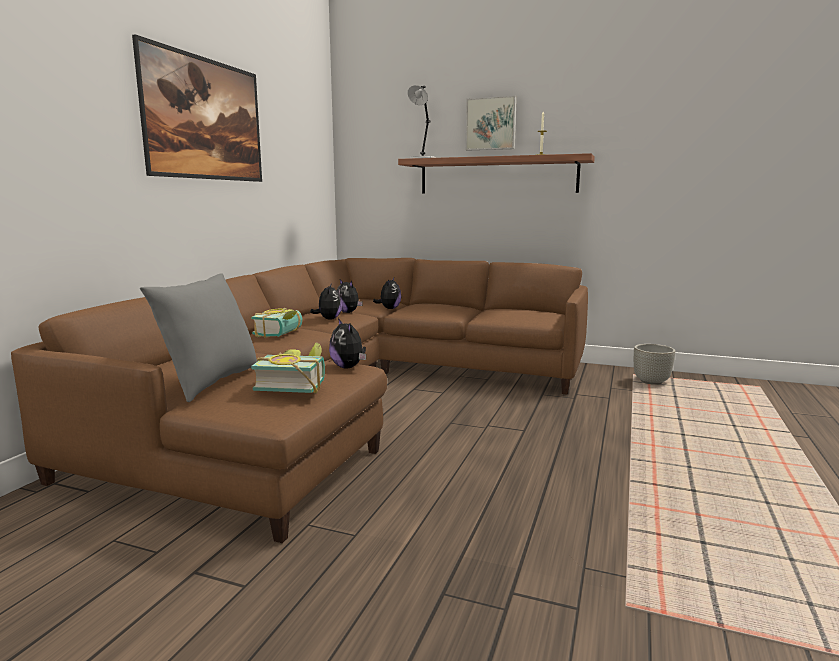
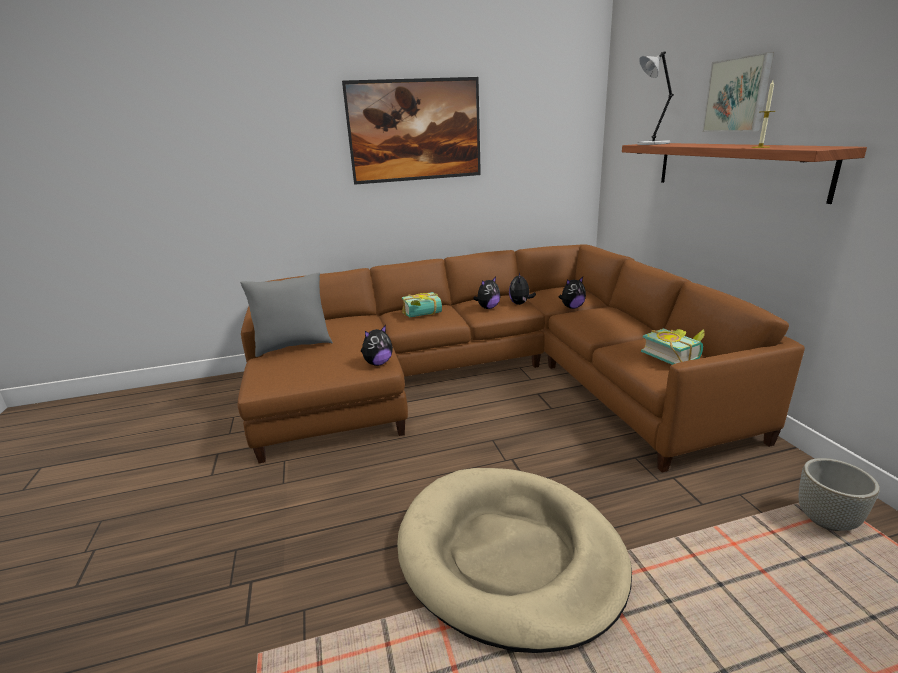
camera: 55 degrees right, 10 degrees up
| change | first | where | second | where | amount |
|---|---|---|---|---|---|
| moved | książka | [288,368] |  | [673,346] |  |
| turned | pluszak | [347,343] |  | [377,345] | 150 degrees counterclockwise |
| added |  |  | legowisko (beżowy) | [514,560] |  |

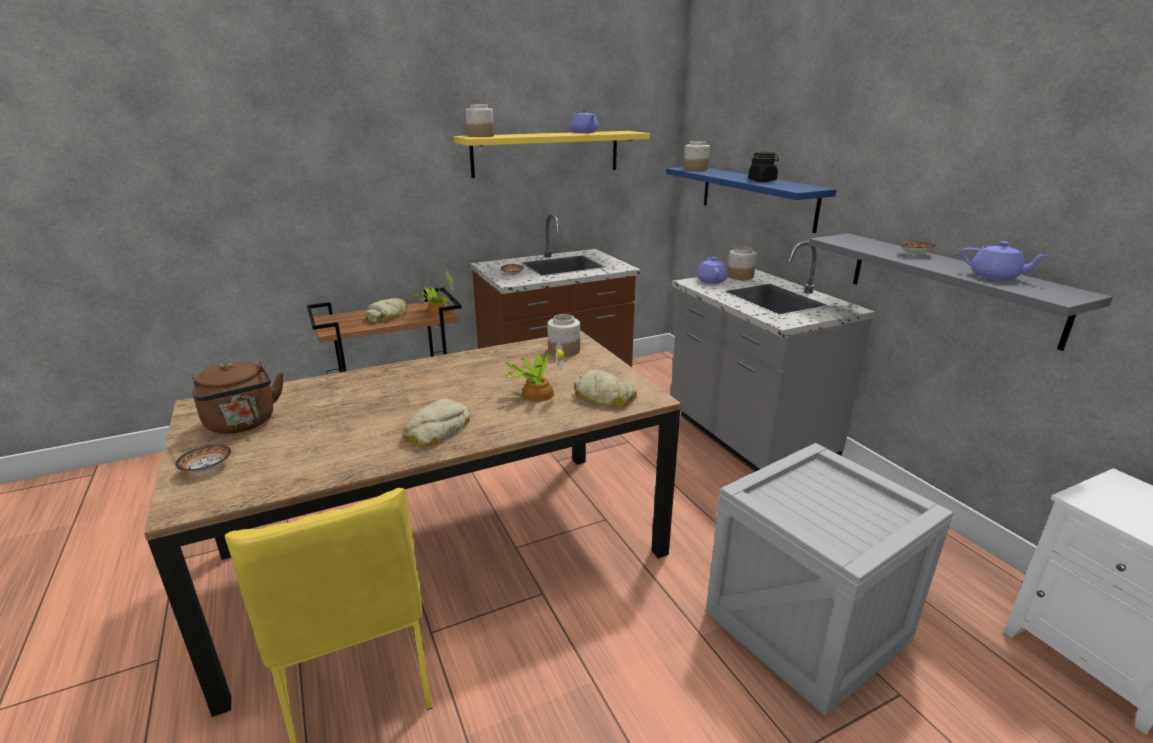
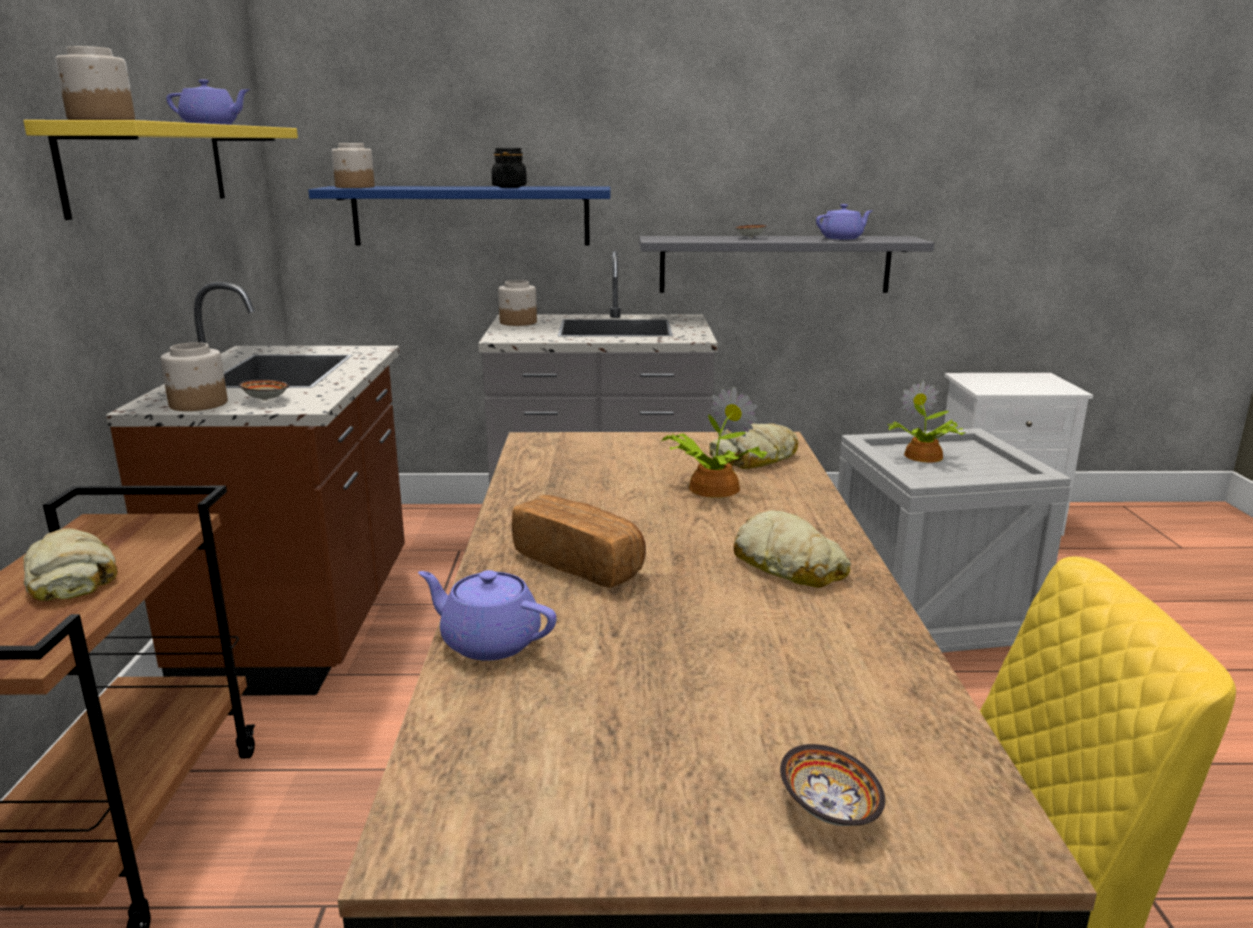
camera: 65 degrees left, 5 degrees down
| change | first | where | second | where | amount |
|---|---|---|---|---|---|
| removed | czajnik (brązowy) | [237,397] |  |  |  |
| moved | roślina doniczkowa | [433,293] |  | [926,421] |  |
| moved | słoik | [563,335] |  | [194,376] |  |
| moved | imbryk (fioletowy) | [712,270] |  | [487,615] |  |
| added |  |  | chleb | [579,541] |  |

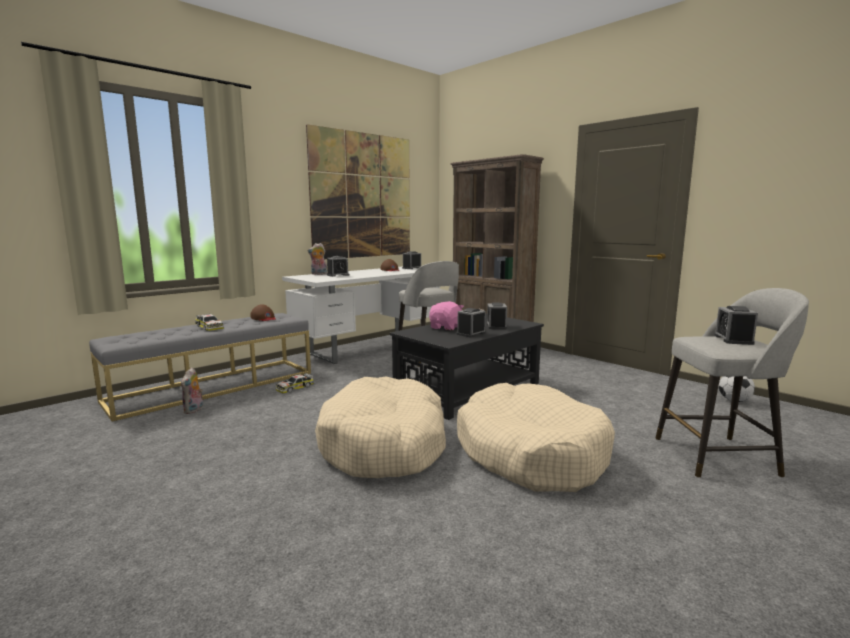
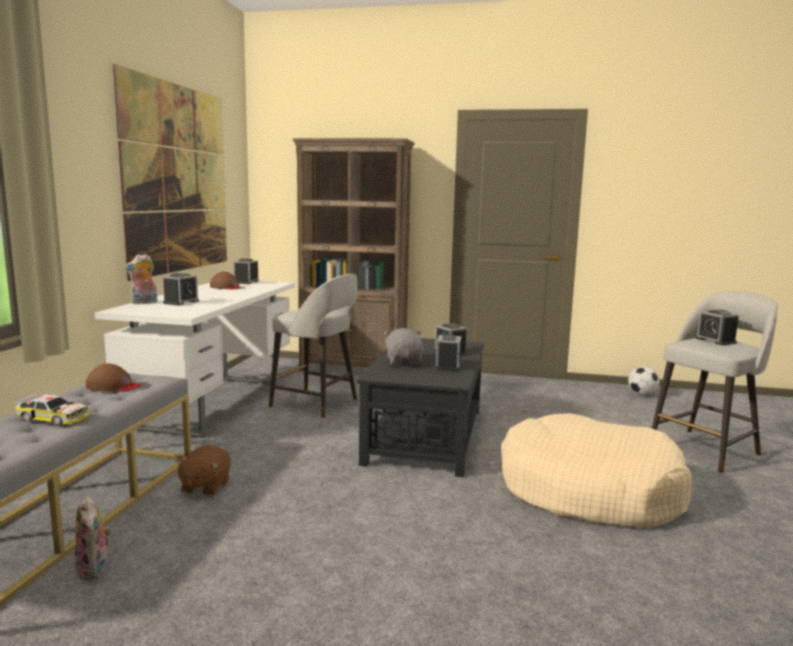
camera: 35 degrees left, 0 degrees up
| change | first | where | second | where | amount |
|---|---|---|---|---|---|
| replaced | samochodzik | [294,383] | pluszak (brązowy) | [203,470] |  |
| removed | legowisko (beżowy) | [380,427] |  |  |  |
| recoloured | pluszak (różowy) | [446,315] | pluszak (szary) | [404,347] |  |

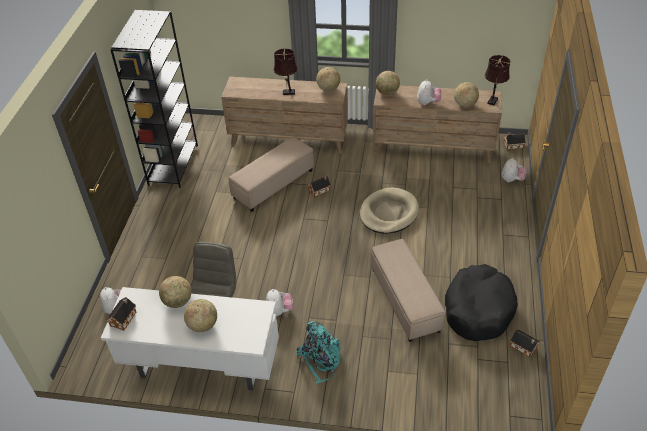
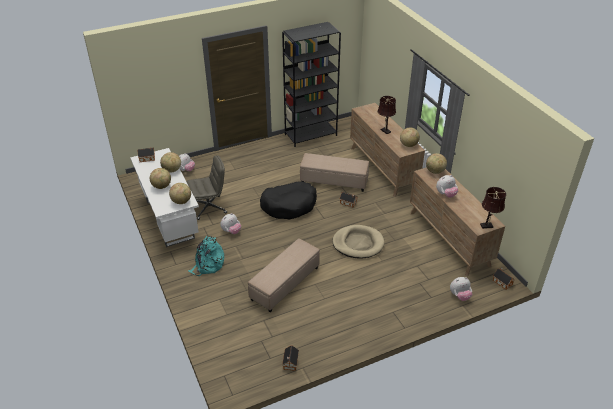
camera: 55 degrees right, 5 degrees down
| change | first | where | second | where | amount |
|---|---|---|---|---|---|
| moved | legowisko (czarny) | [481,302] |  | [288,200] |  |
| moved | globus | [466,94] |  | [180,193] |  |

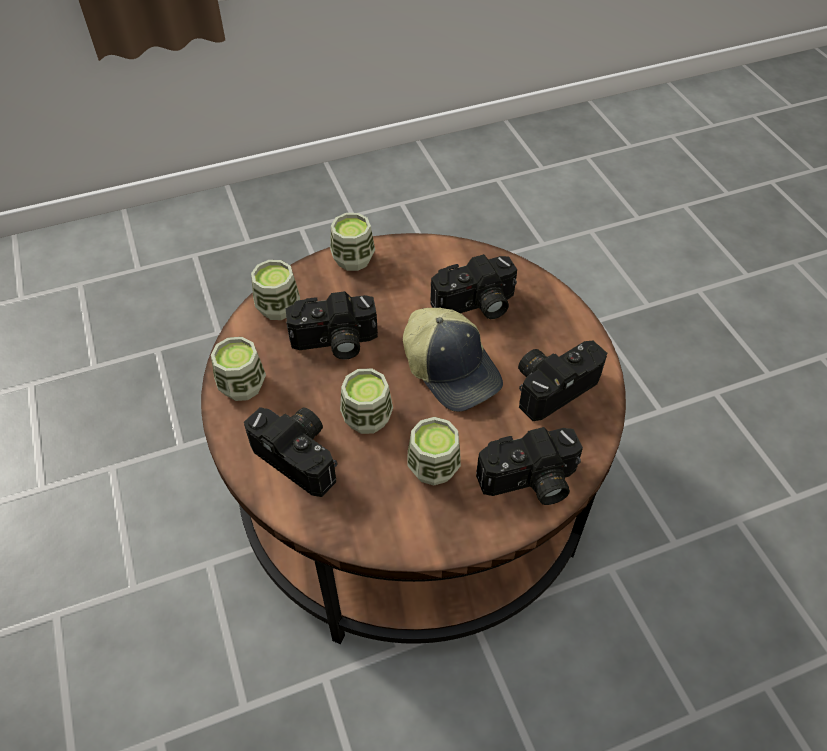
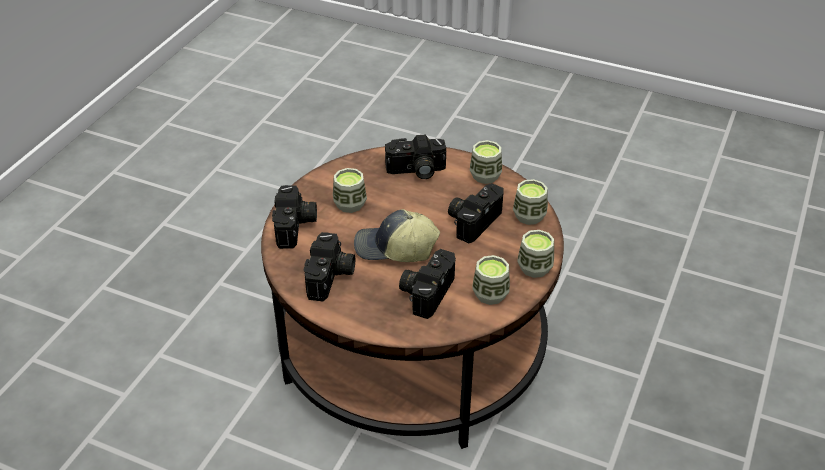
camera: 135 degrees right, 10 degrees down
| change | first | where | second | where | amount |
|---|---|---|---|---|---|
| moved | filiżanka | [366,401] |  | [491,280] |  |
| turned | aparat fotograficzny | [529,466] |  | [294,217] | 150 degrees clockwise |

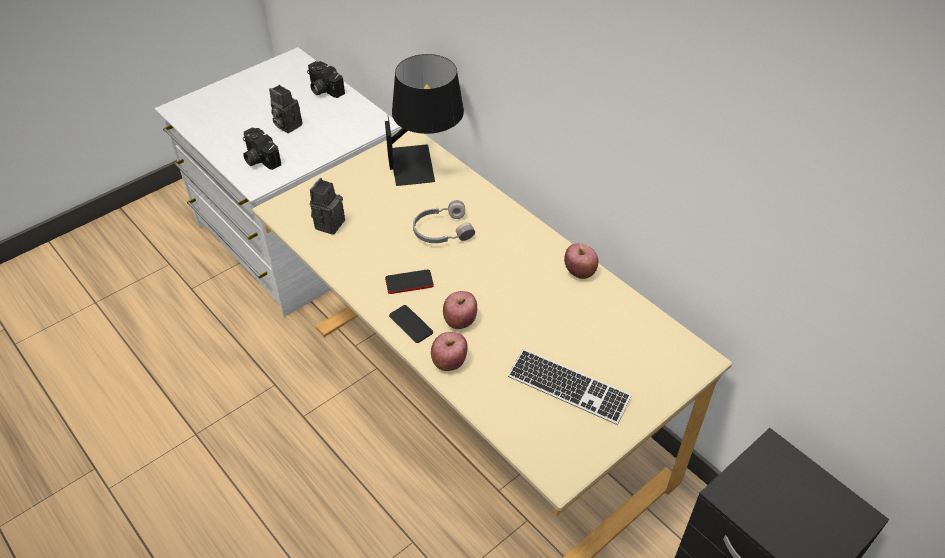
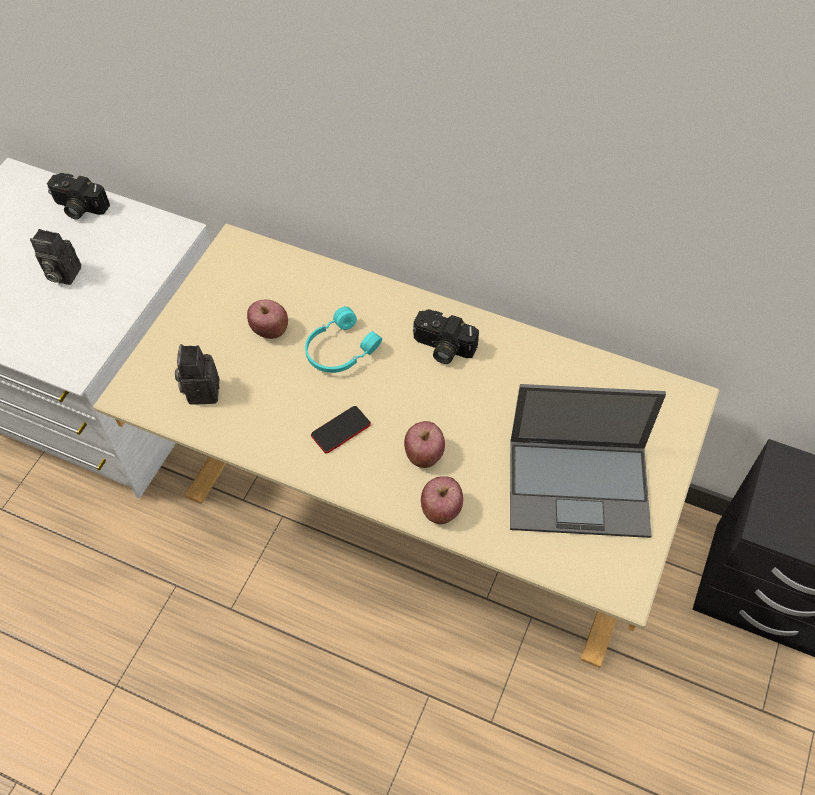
camera: 25 degrees left, 10 degrees up
| change | first | where | second | where | amount |
|---|---|---|---|---|---|
| moved | aparat fotograficzny | [262,149] |  | [446,336] |  |
| removed | lampa stołowa (czarny) | [424,120] |  |  |  |
| removed | telefon | [411,324] |  |  |  |
| recoloured | słuchawki (szary) | [444,221] | słuchawki (turkusowy) | [343,340] |  |
| replaced | klawiatura | [570,387] | laptop | [588,461] |  |
| moved | jabłko | [581,261] |  | [267,319] |  |

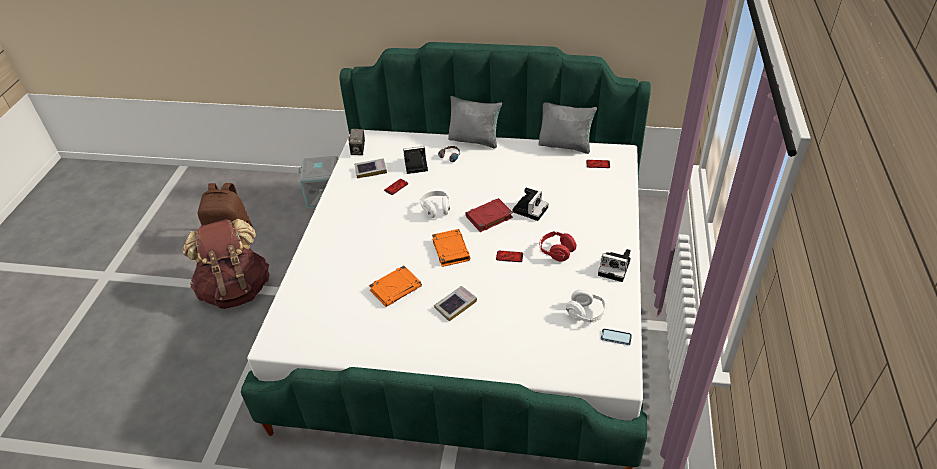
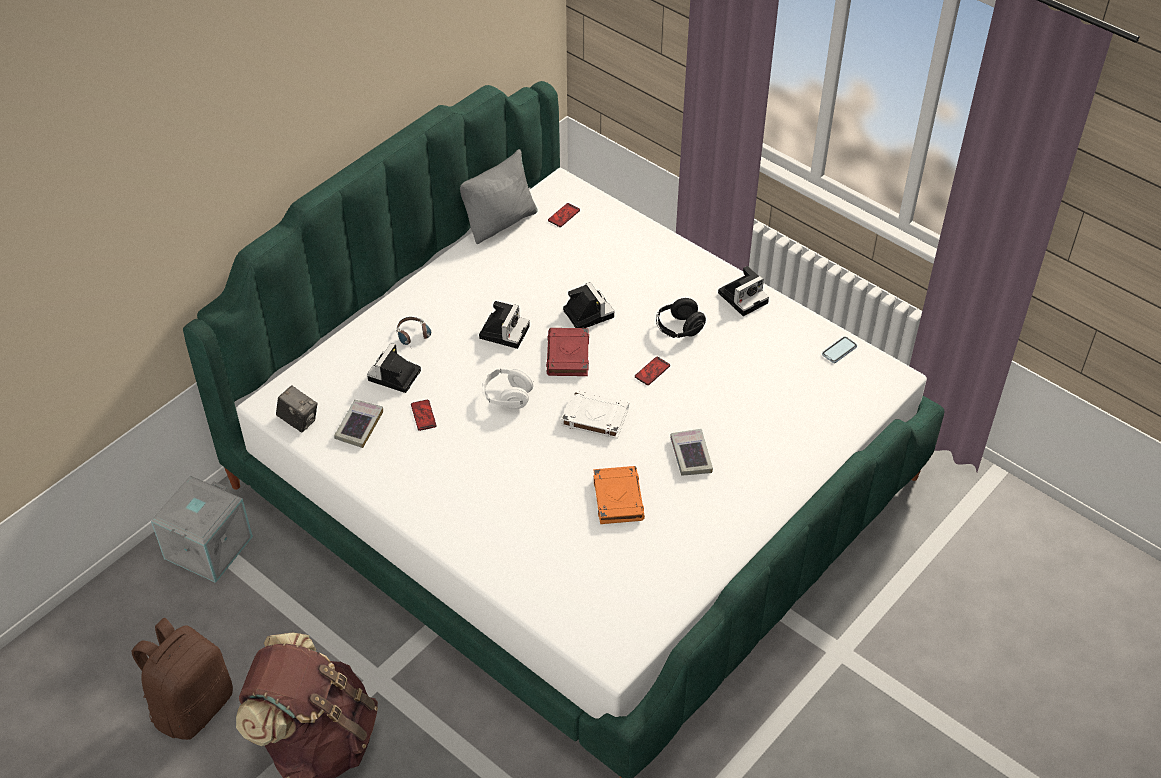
camera: 60 degrees left, 5 degrees up
| change | first | where | second | where | amount |
|---|---|---|---|---|---|
| recoloured | książka (pomarańczowy) | [451,248] | książka (biały) | [595,414] |  |
| removed | poduszka (szary) | [475,122] |  |  |  |
| recoloured | słuchawki (czerwony) | [558,246] | słuchawki (czarny) | [681,318] |  |
| removed | słuchawki (biały) | [586,306] |  |  |  |
| added |  |  | aparat fotograficzny | [504,325] |  |

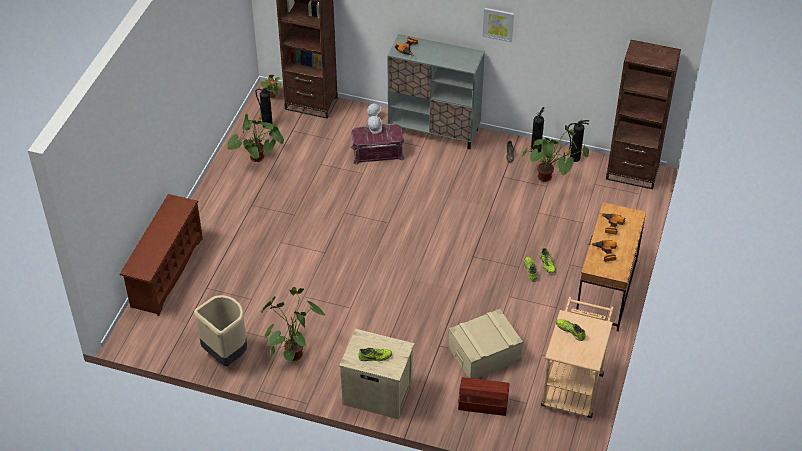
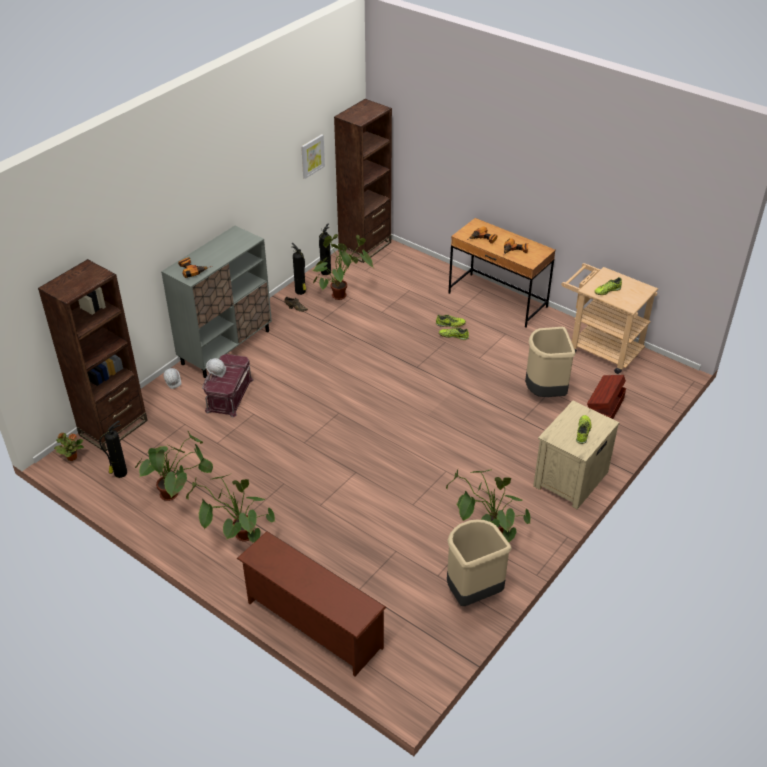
camera: 70 degrees left, 5 degrees down
| change | first | where | second | where | amount |
|---|---|---|---|---|---|
| replaced | pojemnik do przechowywania (beżowy) | [485,344] | kosz na śmieci (beżowy) | [550,362] |  |
| moved | obraz | [498,25] |  | [313,156] |  |
| added |  |  | roślina doniczkowa | [230,508] |  |

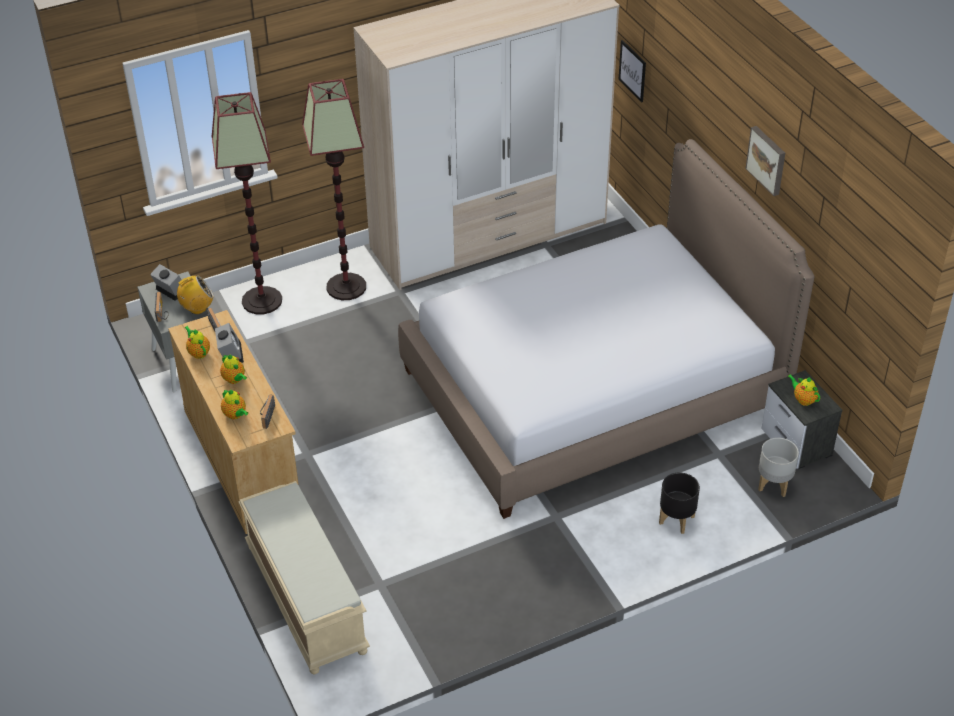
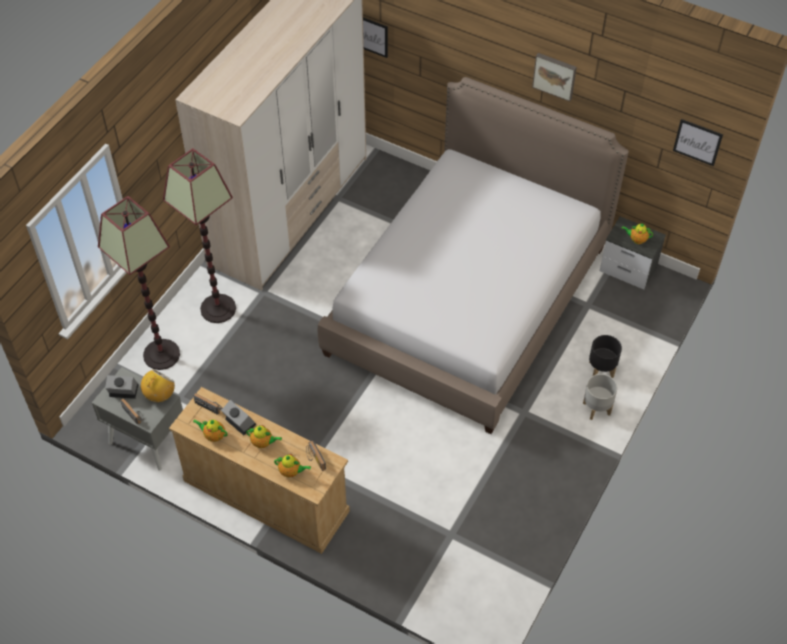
camera: 35 degrees left, 10 degrees up
| change | first | where | second | where | amount |
|---|---|---|---|---|---|
| removed | ławka (beżowy) | [304,577] |  |  |  |
| moved | donica (szary) | [778,467] |  | [600,397] |  |
| added |  |  | obraz | [698,142] |  |

